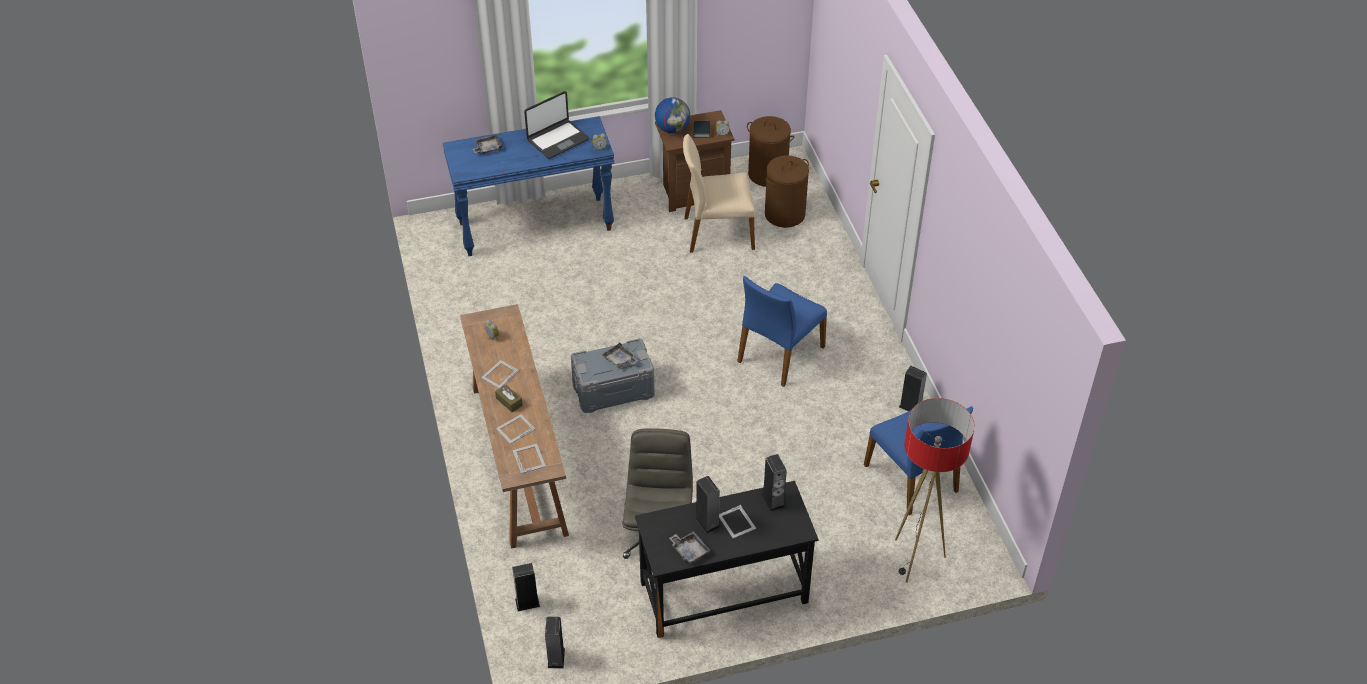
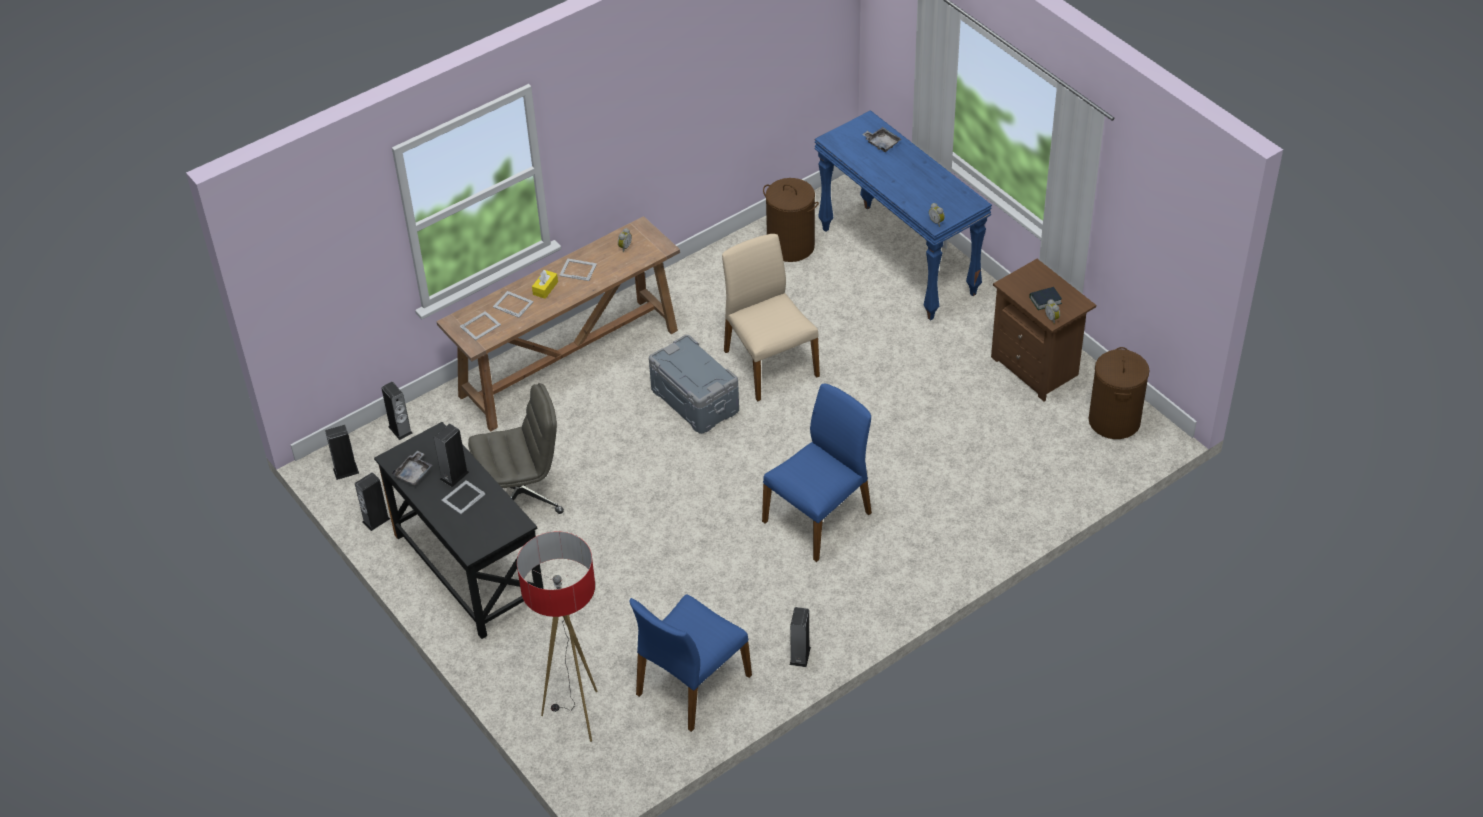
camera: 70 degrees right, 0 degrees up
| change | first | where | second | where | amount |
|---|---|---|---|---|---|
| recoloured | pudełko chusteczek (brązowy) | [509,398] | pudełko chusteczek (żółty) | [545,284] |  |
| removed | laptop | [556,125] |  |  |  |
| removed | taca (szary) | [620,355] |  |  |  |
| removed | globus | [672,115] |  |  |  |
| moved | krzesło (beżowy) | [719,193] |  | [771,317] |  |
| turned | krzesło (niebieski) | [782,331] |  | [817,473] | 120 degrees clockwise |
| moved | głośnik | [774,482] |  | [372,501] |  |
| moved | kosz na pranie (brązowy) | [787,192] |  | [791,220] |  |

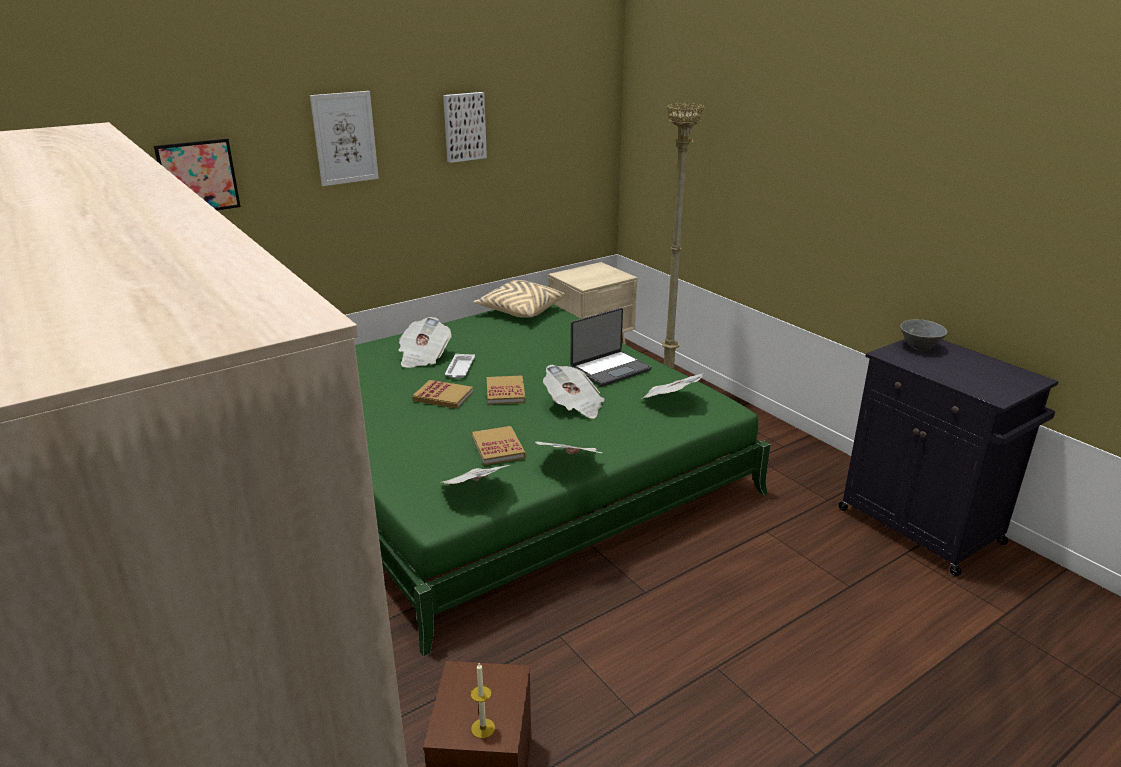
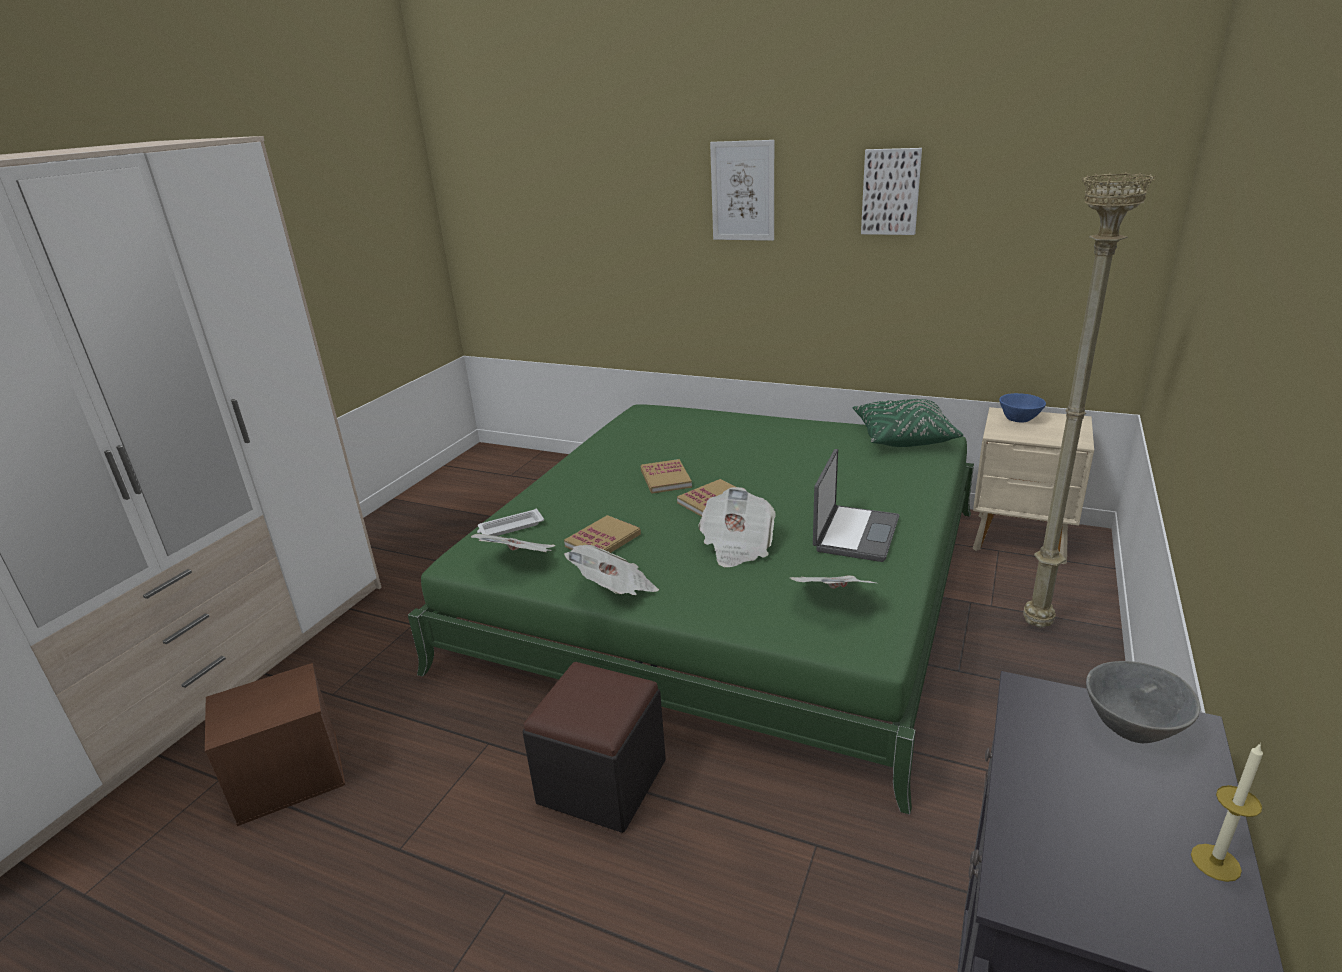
camera: 60 degrees right, 0 degrees up
| change | first | where | second | where | amount |
|---|---|---|---|---|---|
| removed | obraz | [197,174] |  |  |  |
| removed | gazeta | [424,342] |  |  |  |
| moved | taca (biały) | [460,366] |  | [510,522] |  |
| moved | świeca | [483,701] |  | [1227,812] |  |
| recoloured | poduszka (beżowy) | [519,299] | poduszka (zielony) | [907,423] |  |
| turned | laptop | [611,347] |  | [856,505] | 90 degrees counterclockwise |
| added |  |  | pufa (czarny) | [594,747] |  |
| added |  |  | miska (niebieski) | [1022,407] |  |

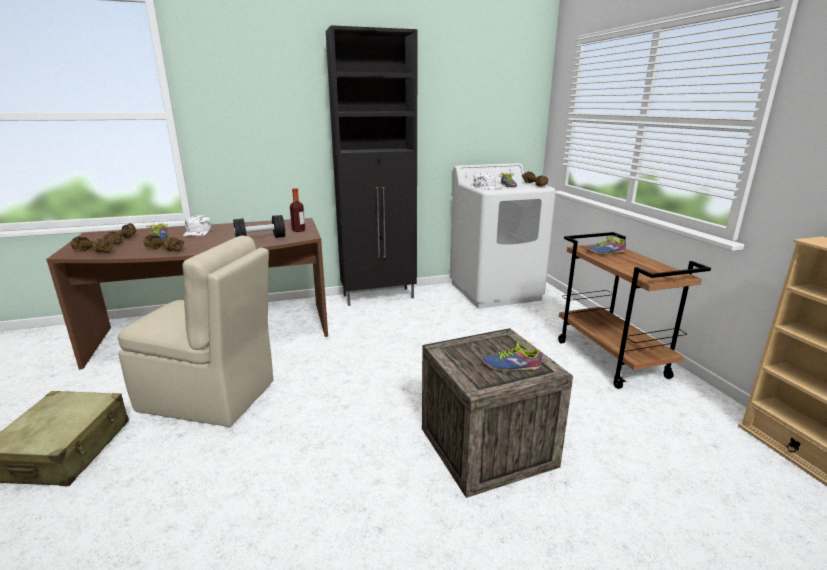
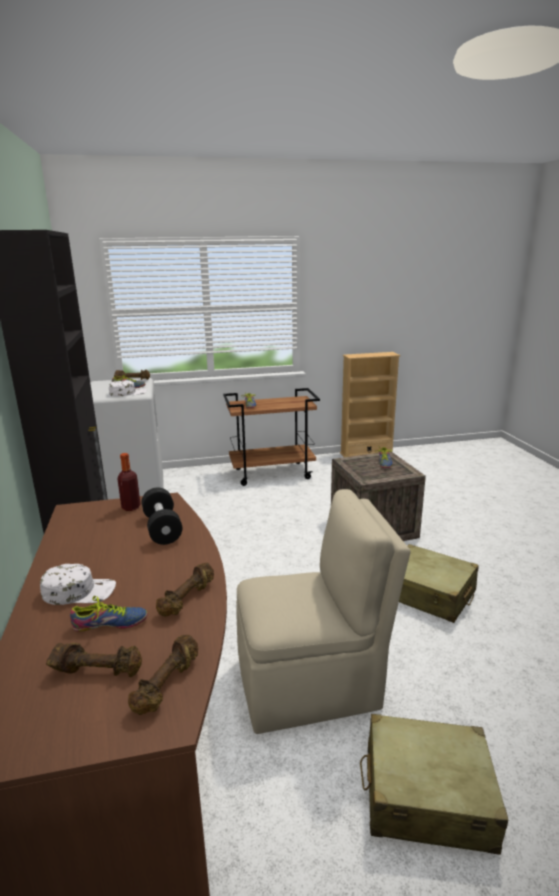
camera: 85 degrees left, 0 degrees up
| change | first | where | second | where | amount |
|---|---|---|---|---|---|
| turned | krzesło (beżowy) | [195,331] |  | [323,611] | 60 degrees clockwise |
| added |  |  | walizka (beżowy) | [439,583] |  |

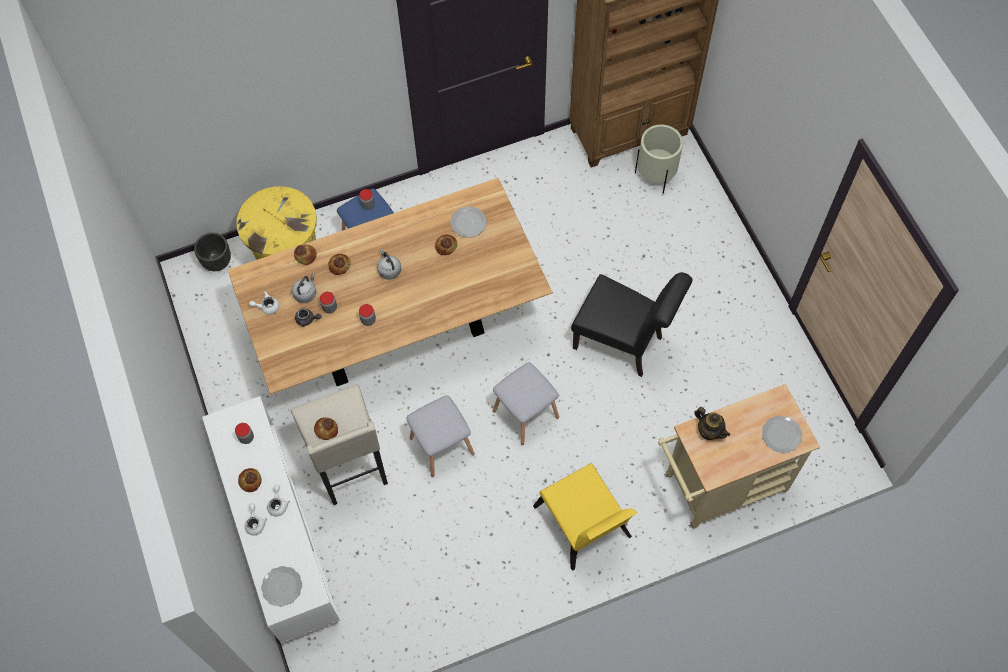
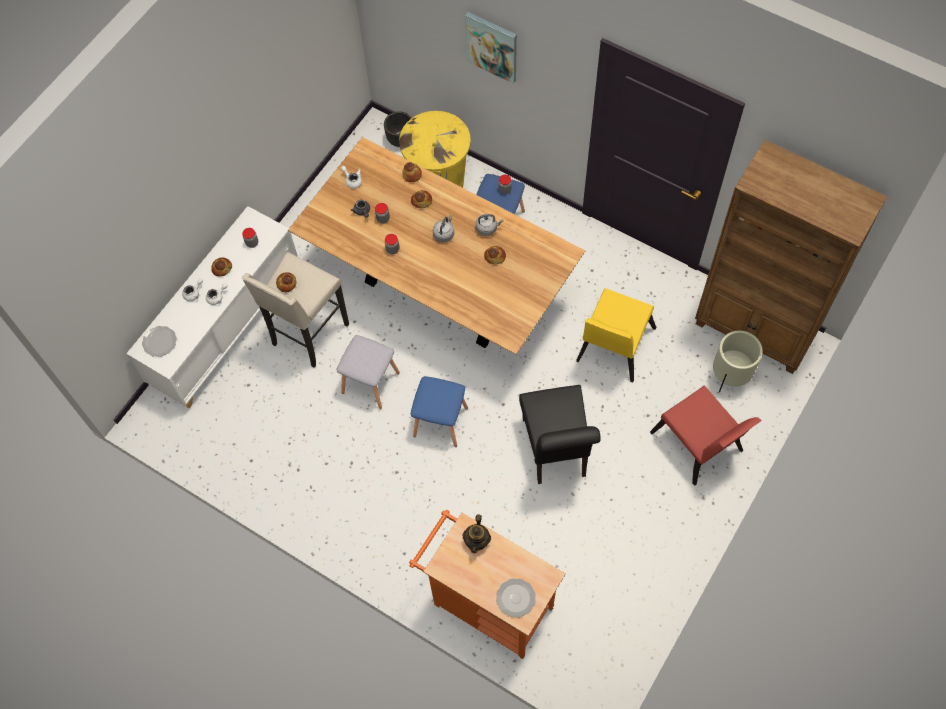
camera: 55 degrees right, 0 degrees up
| change | first | where | second | where | amount |
|---|---|---|---|---|---|
| moved | czajnik (szary) | [304,288] |  | [489,225] |  |
| removed | talerz | [468,222] |  |  |  |
| recoloured | stołek (szary) | [526,403] | stołek (niebieski) | [439,411] |  |
| moved | krzesło (żółty) | [585,517] |  | [616,335] |  |
| recoloured | wózek (beżowy) | [739,456] | wózek (pomarańczowy) | [487,584] |  |
| added |  |  | obraz | [491,48] |  |
| added |  |  | krzesło (czerwony) | [706,436] |  |

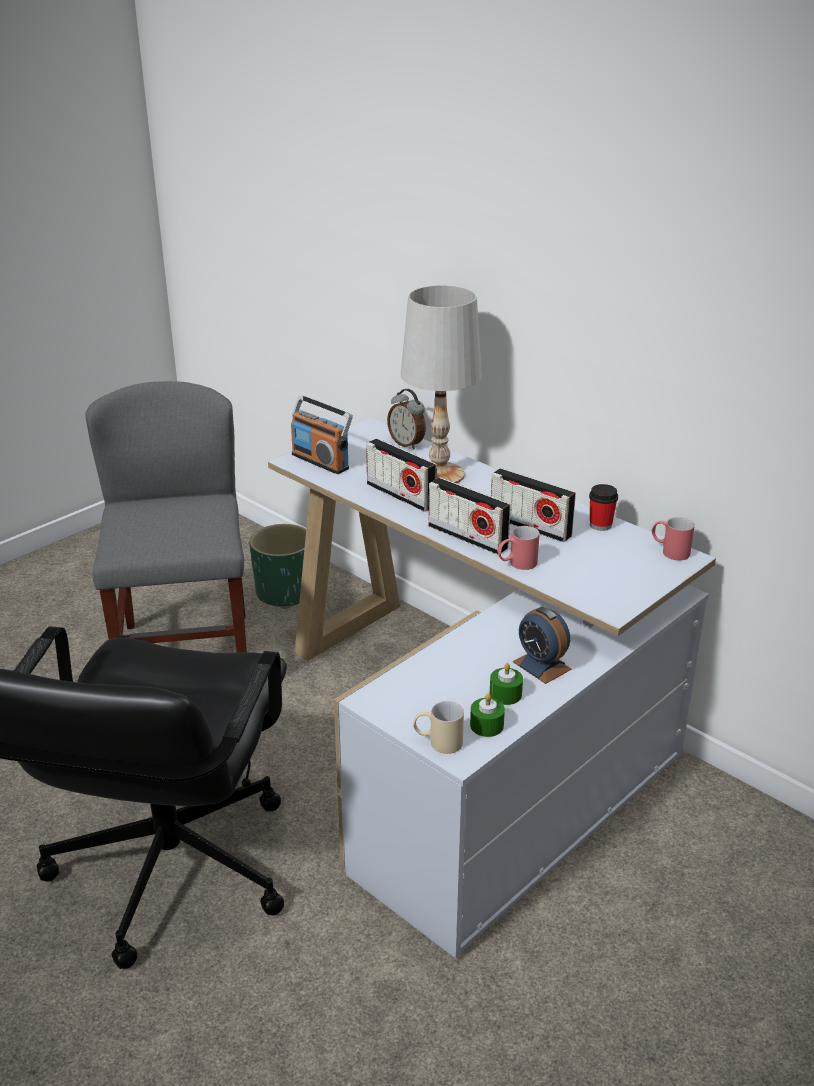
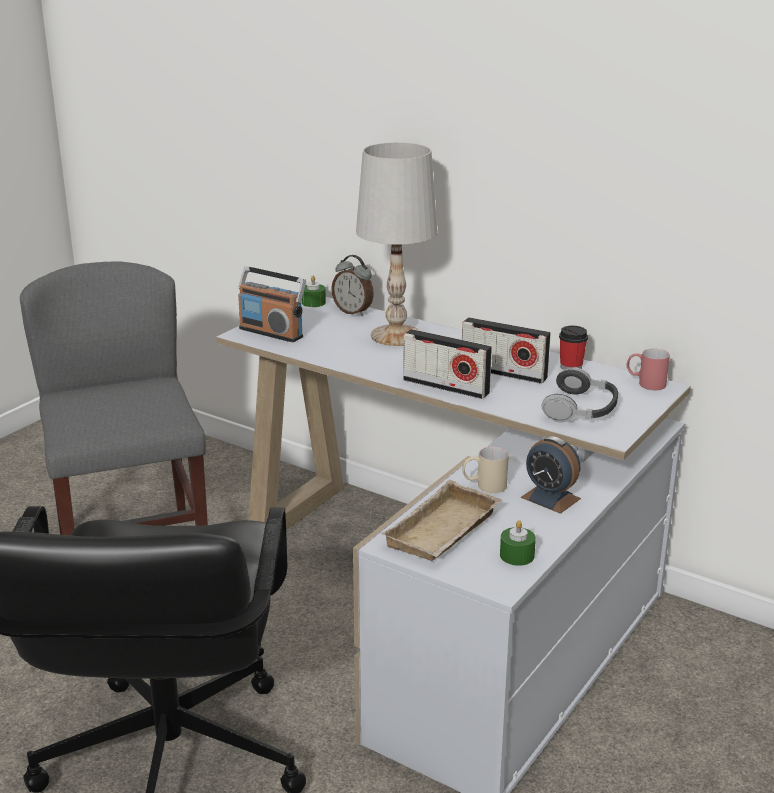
camera: 10 degrees left, 5 degrees down
| change | first | where | second | where | amount |
|---|---|---|---|---|---|
| removed | donica (zielony) | [277,566] |  |  |  |
| removed | radio | [401,475] |  |  |  |
| moved | kubek (beżowy) | [438,727] |  | [485,470] |  |
| moved | świeca (zielony) | [506,684] |  | [314,291] |  |
| removed | kubek (czerwony) | [518,548] |  |  |  |
| added |  |  | taca (beżowy) | [441,520] |  |
| added |  |  | słuchawki | [579,395] |  |

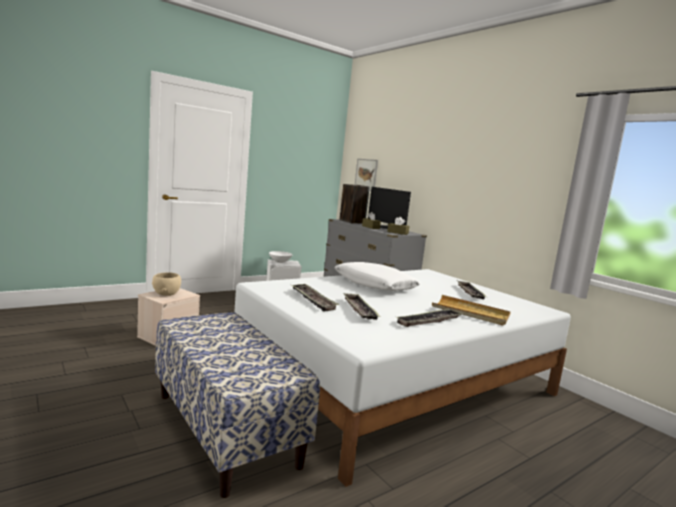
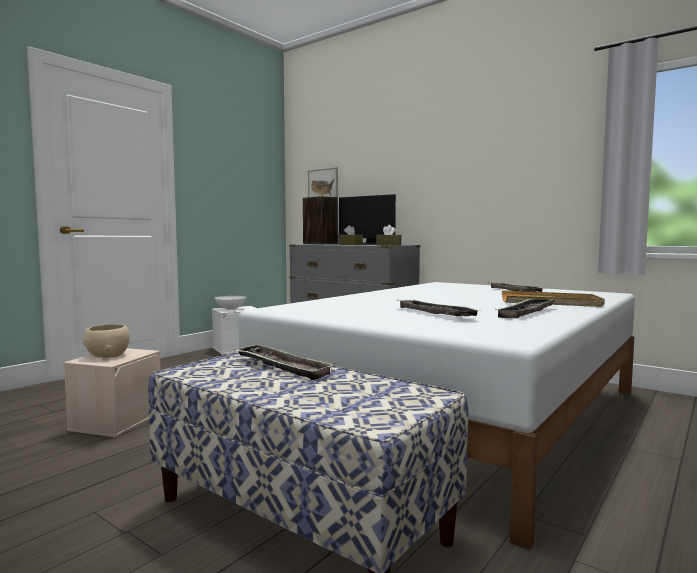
camera: 15 degrees left, 5 degrees down
| change | first | where | second | where | amount |
|---|---|---|---|---|---|
| moved | taca | [314,298] |  | [285,362] |  |
| removed | poduszka (biały) | [377,276] |  |  |  |

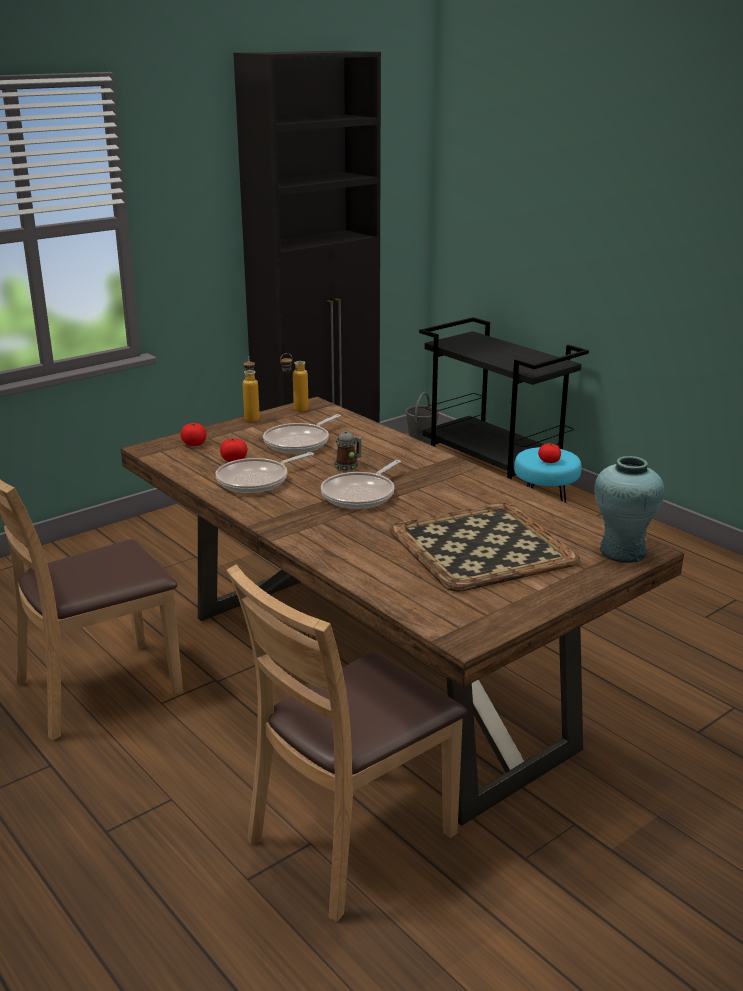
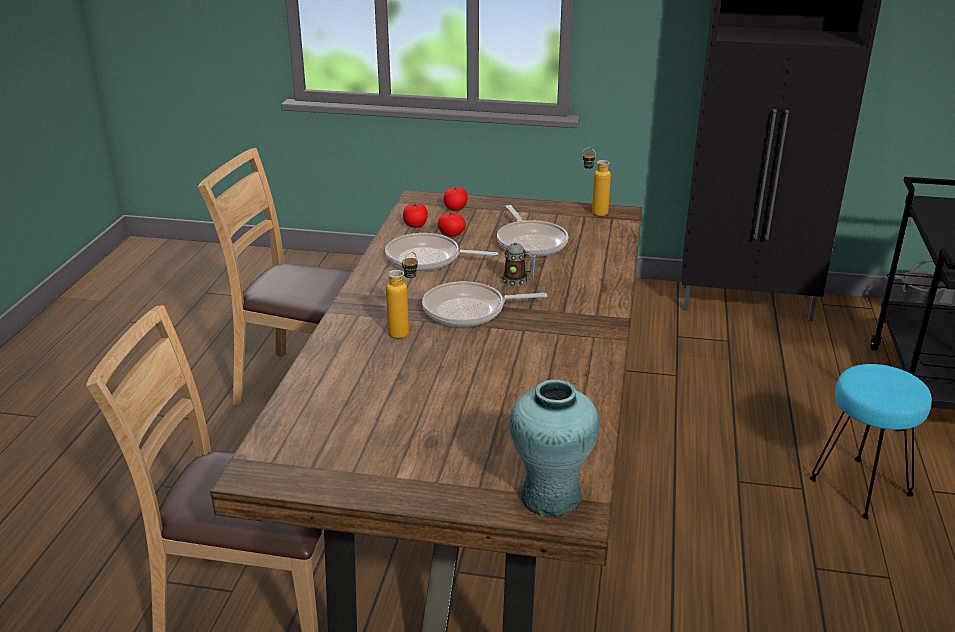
camera: 50 degrees right, 5 degrees up
| change | first | where | second | where | amount |
|---|---|---|---|---|---|
| moved | butelka | [251,391] |  | [402,295] |  |
| turned | patelnia | [302,433] |  | [532,231] | 105 degrees counterclockwise |
| removed | taca | [484,547] |  |  |  |
| moved | pomidor | [549,453] |  | [415,215] |  |

